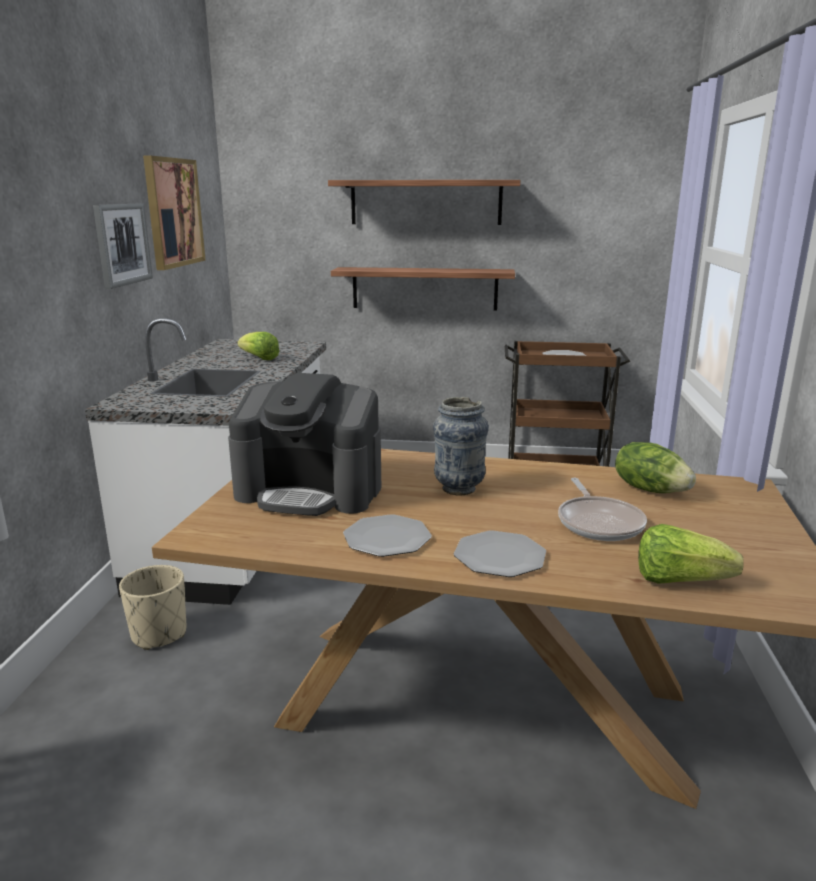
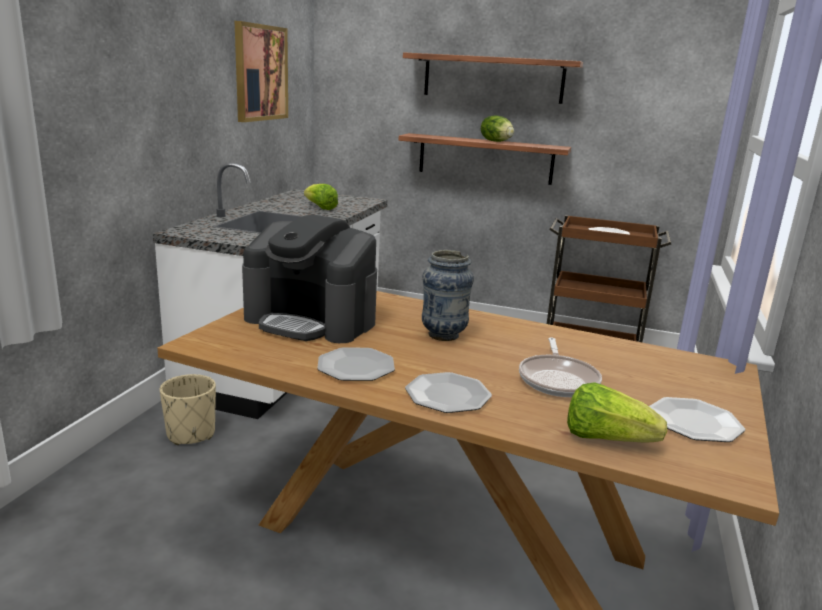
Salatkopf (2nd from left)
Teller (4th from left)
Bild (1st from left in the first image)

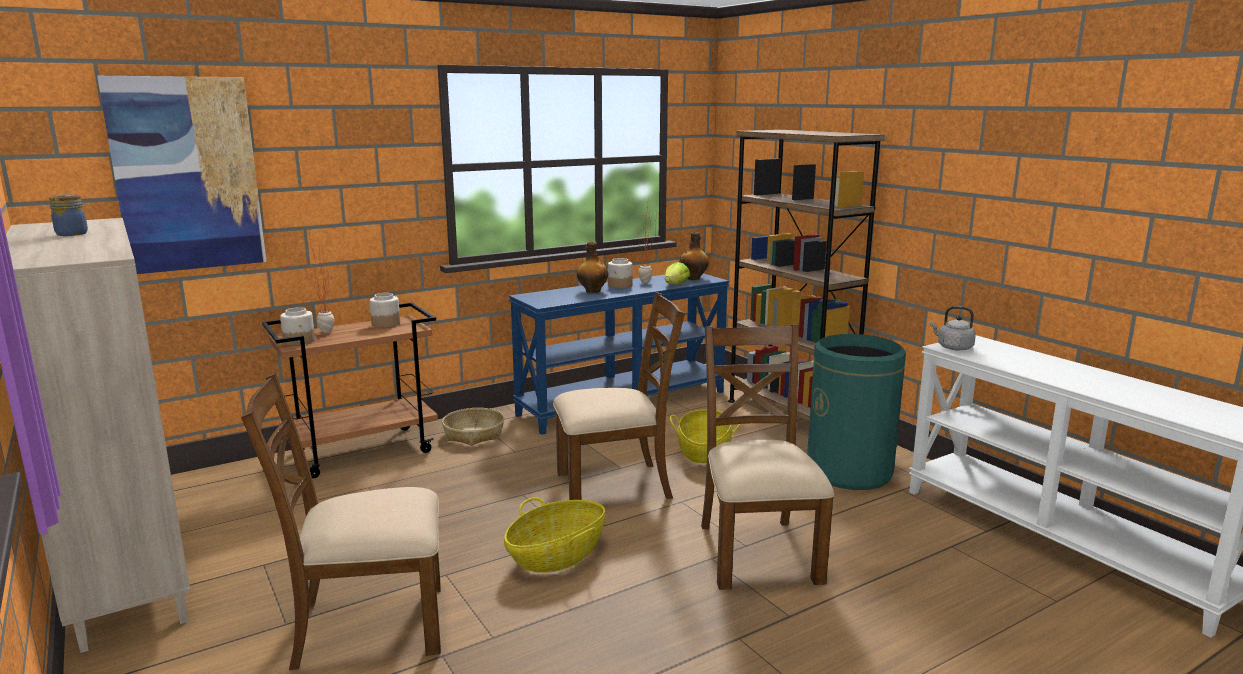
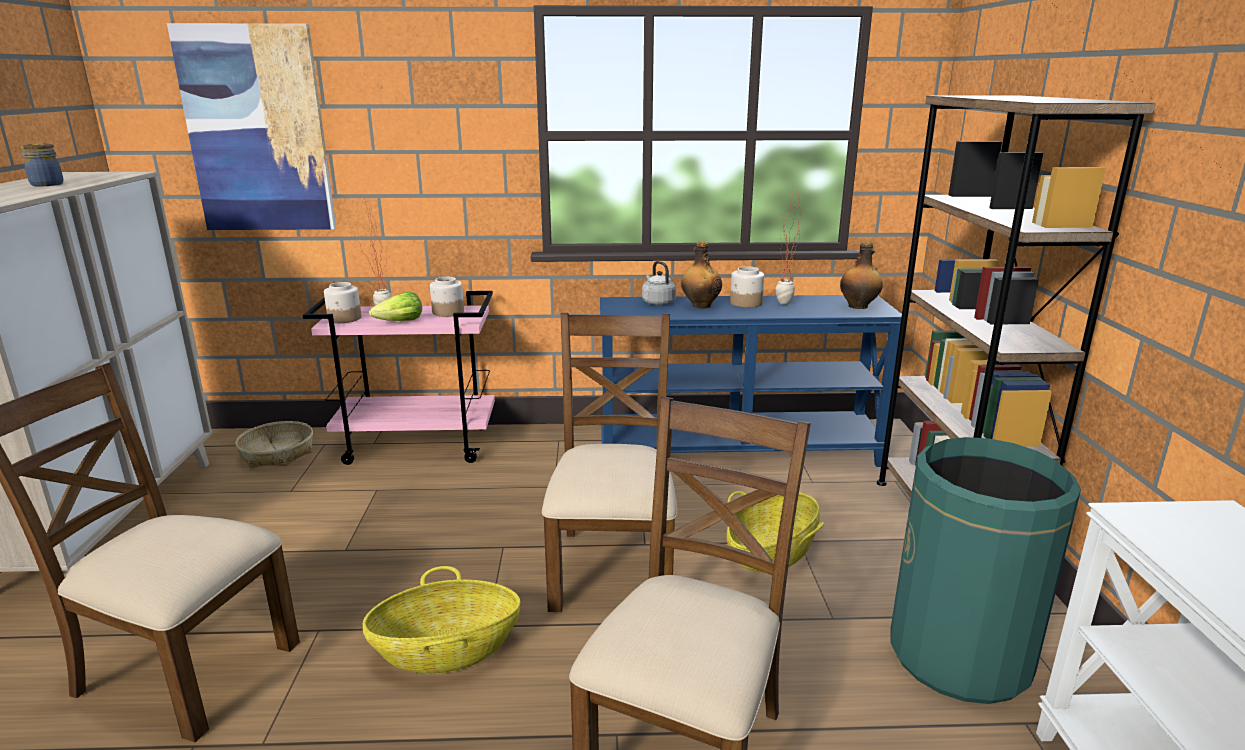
Korb (1st from left)
Rollwagen/rosa
Salatkopf
Stuhl/braun (2nd from left)
Wasserkessel/grau

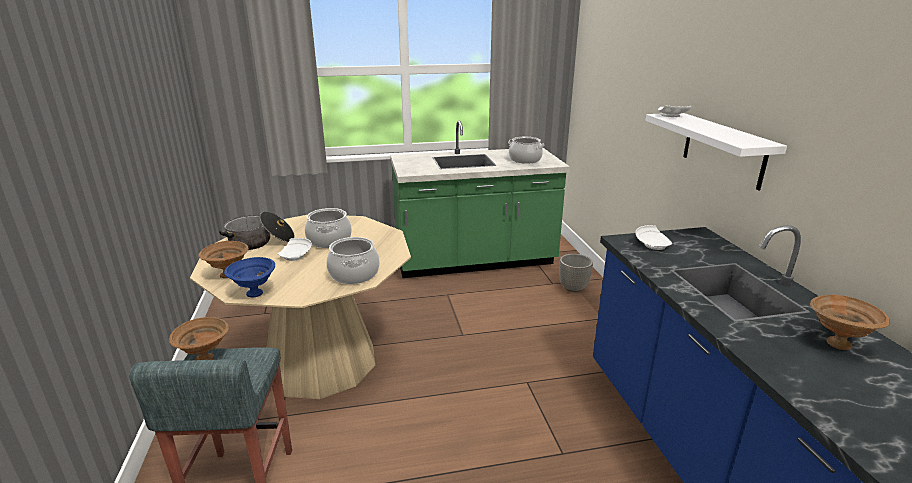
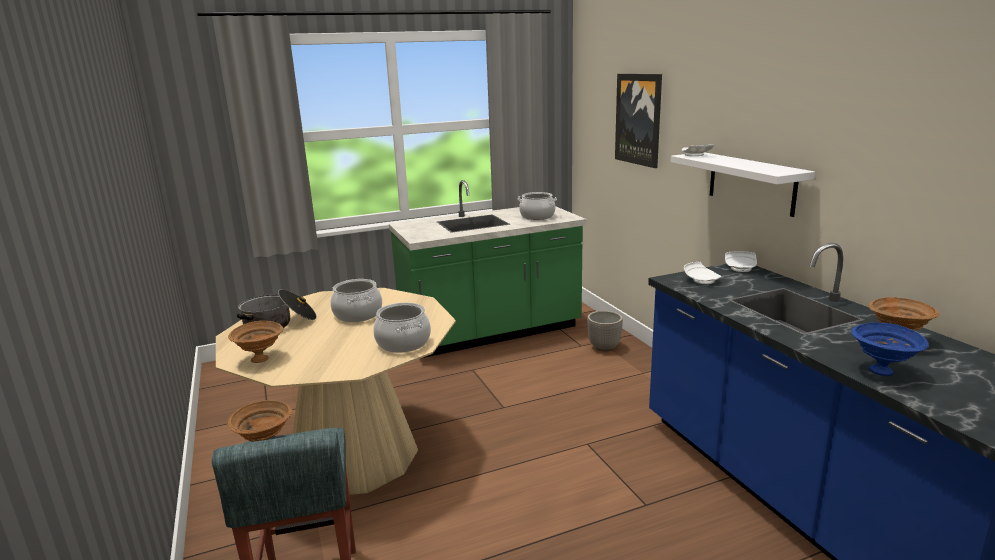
Bild
Teller/weiß (3rd from left)
Schüssel/blau

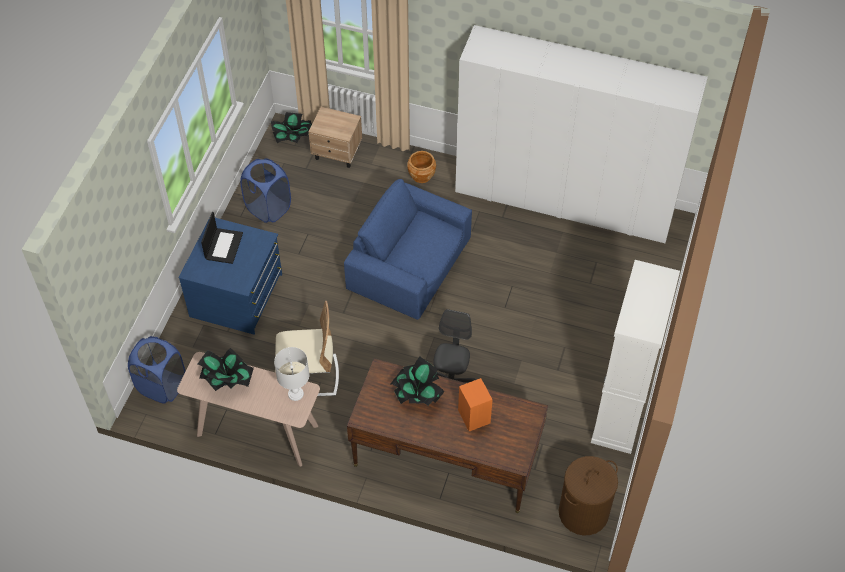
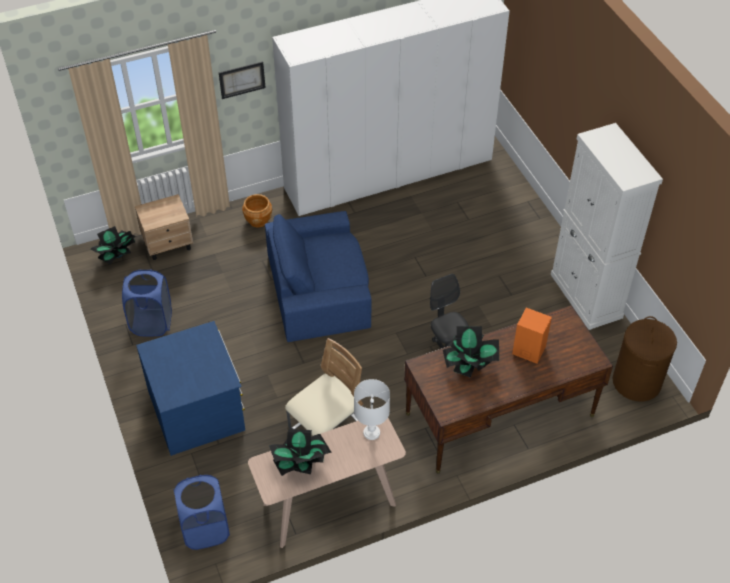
Bild
Laptop

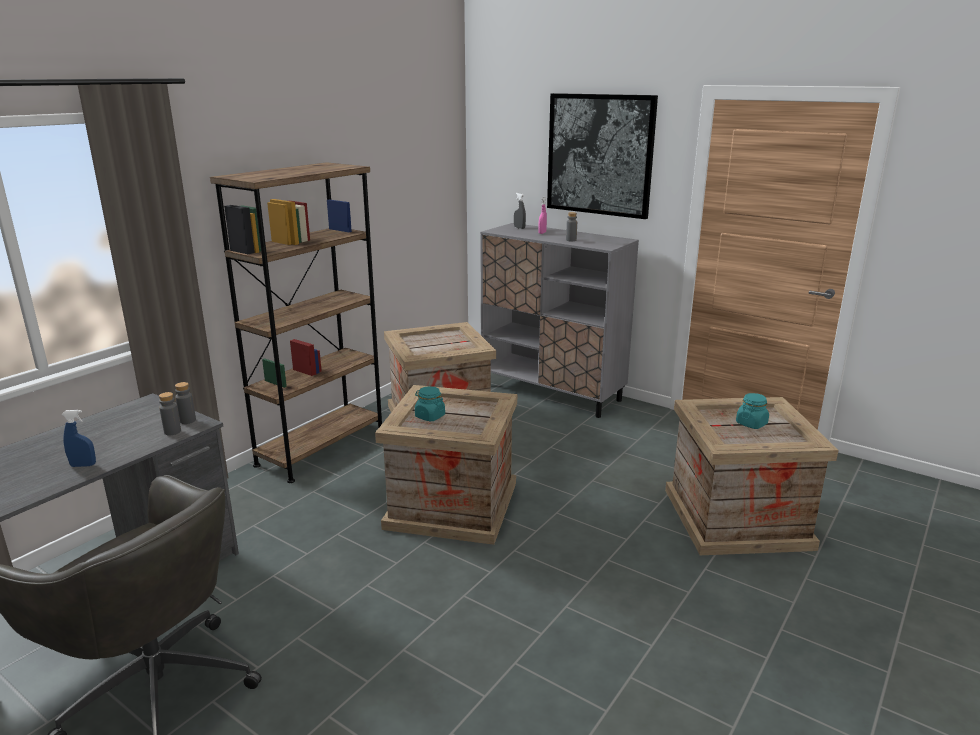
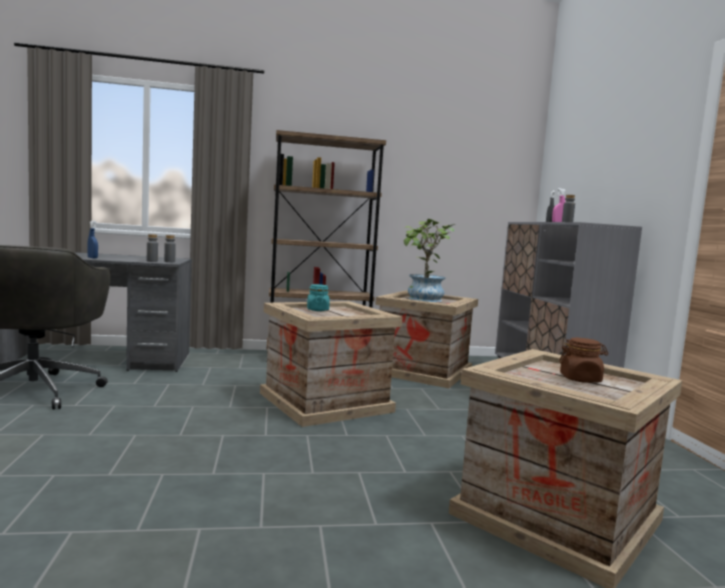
Topfpflanze
Vorratsglas/braun
Bild

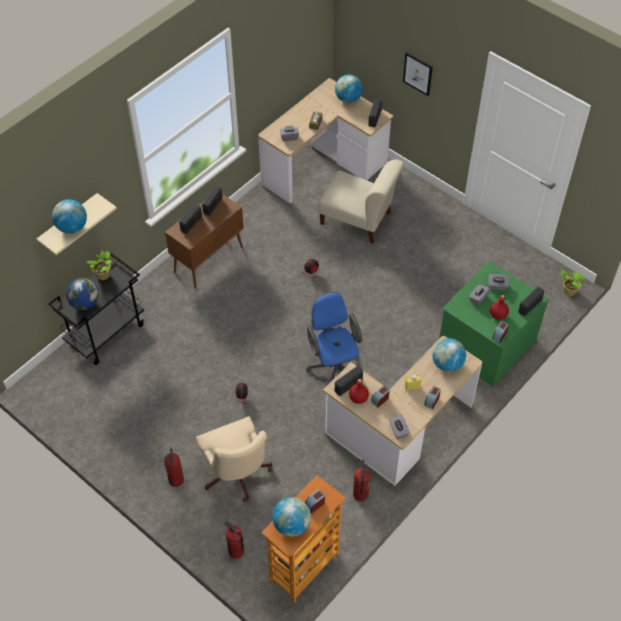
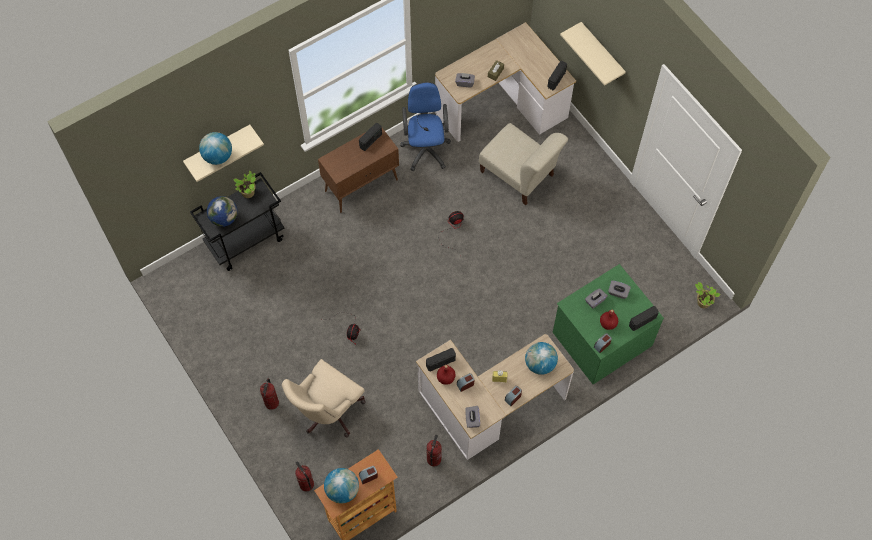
Bürostuhl/beige
Bürostuhl/blau
Wandregal/beige (2nd from left)
Radio (1st from left in the first image)
Globus (4th from left in the first image)

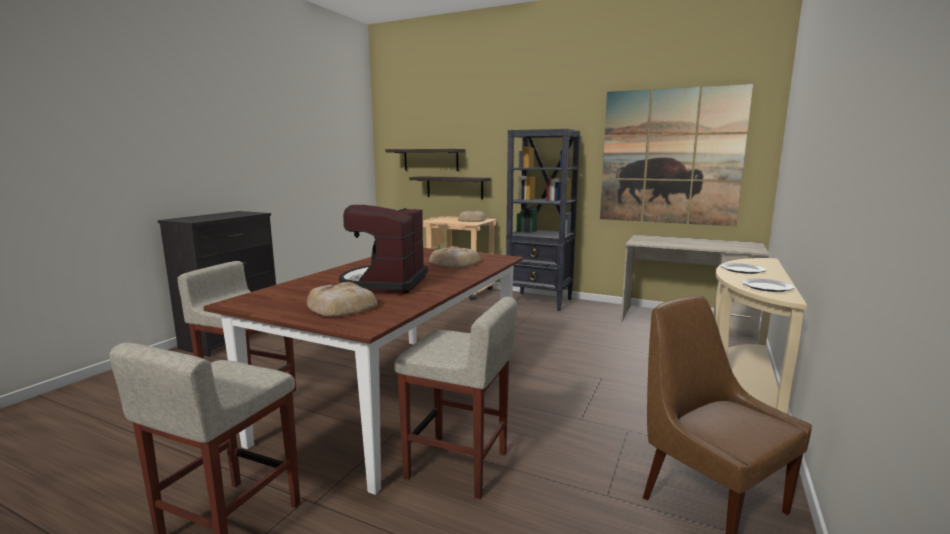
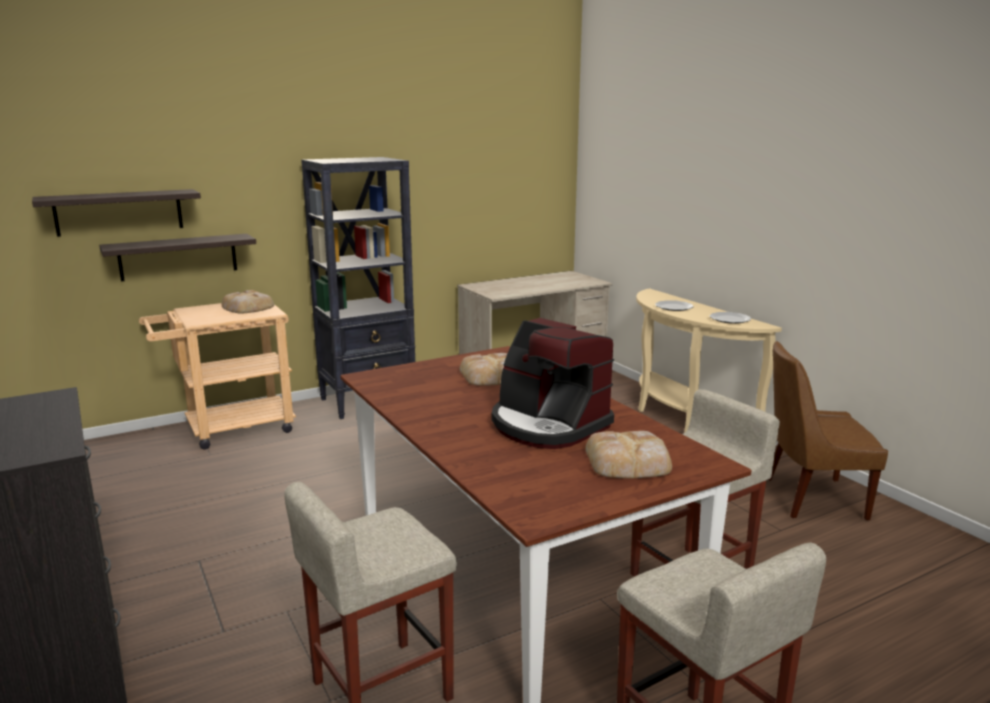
Bild

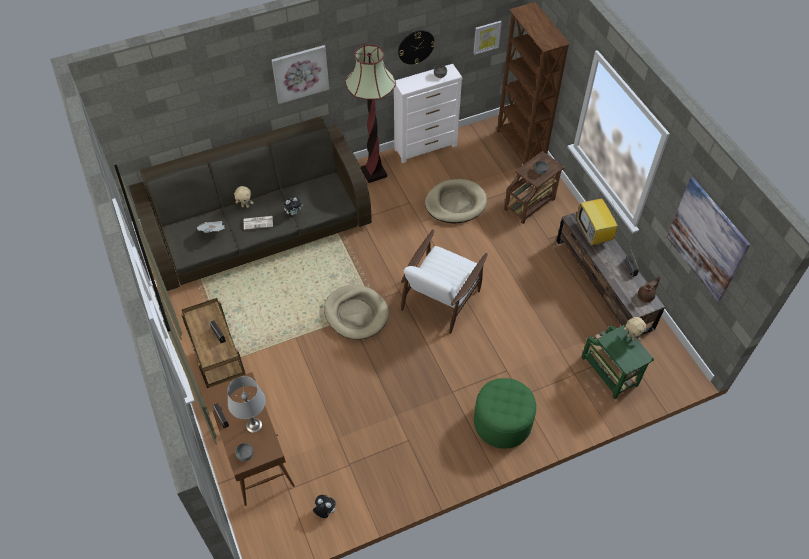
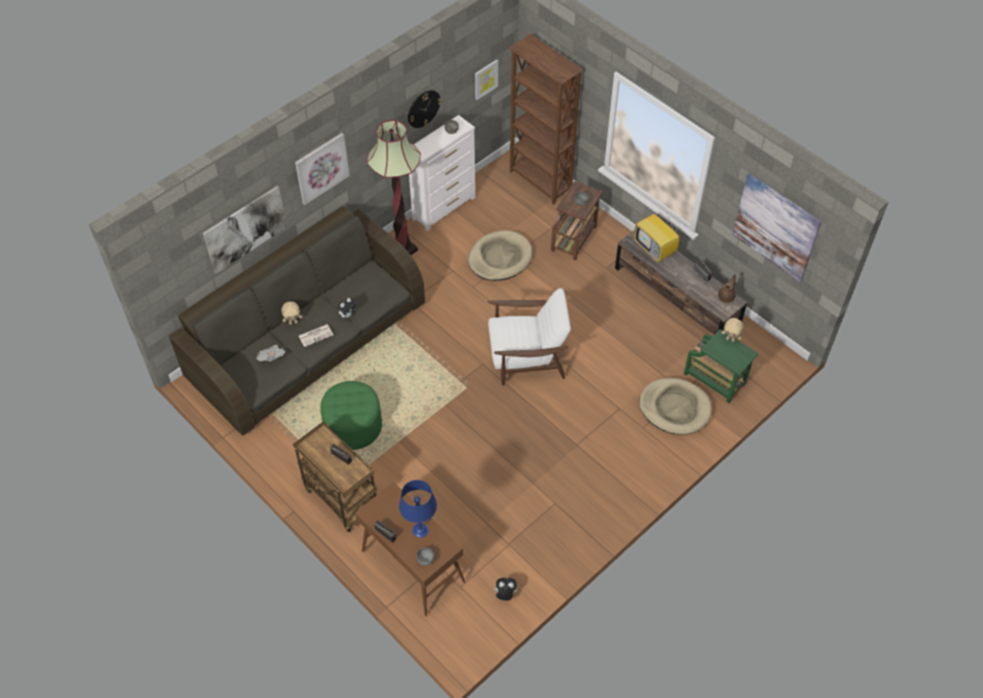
Bild (1st from left)
Polsterhocker/grün
Tischlampe/blau
Sessel/weiß
Hundebett/beige (2nd from left)

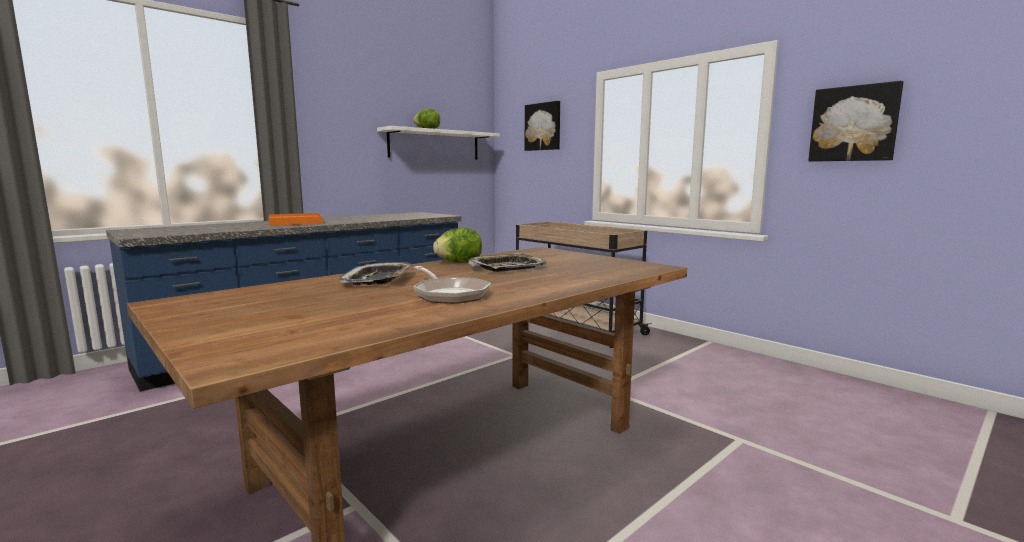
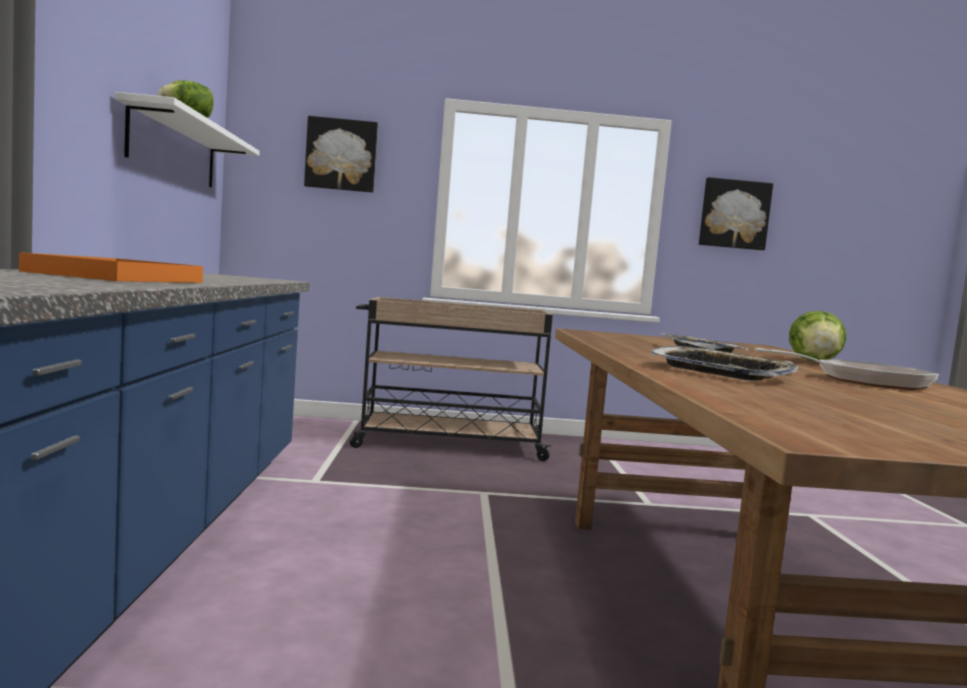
Salatkopf (2nd from left)

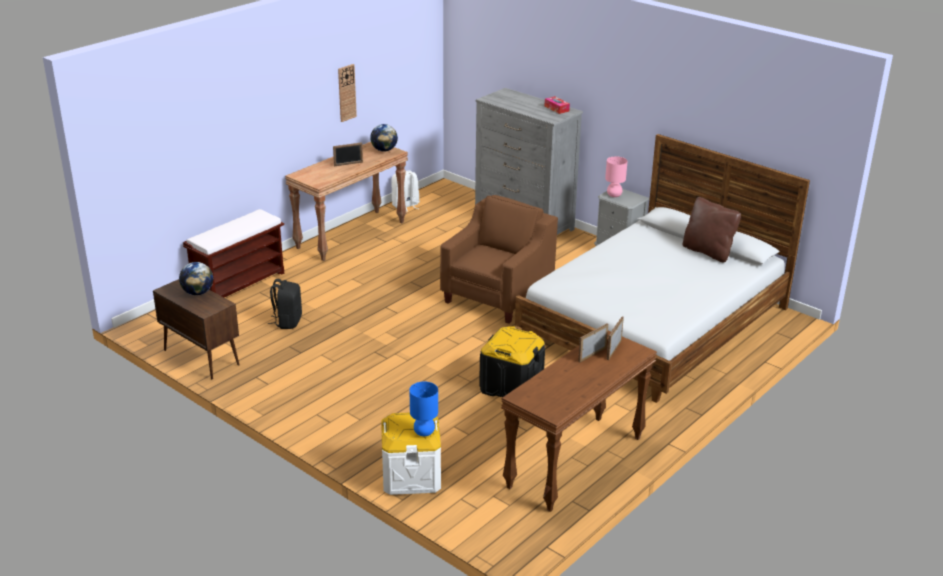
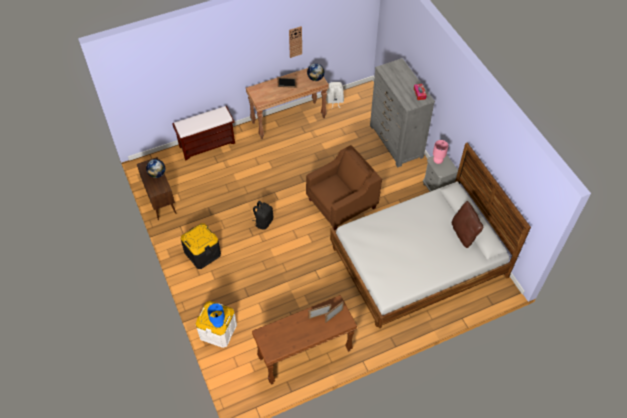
Aufbewahrungsbox/schwarz
Rucksack/schwarz

